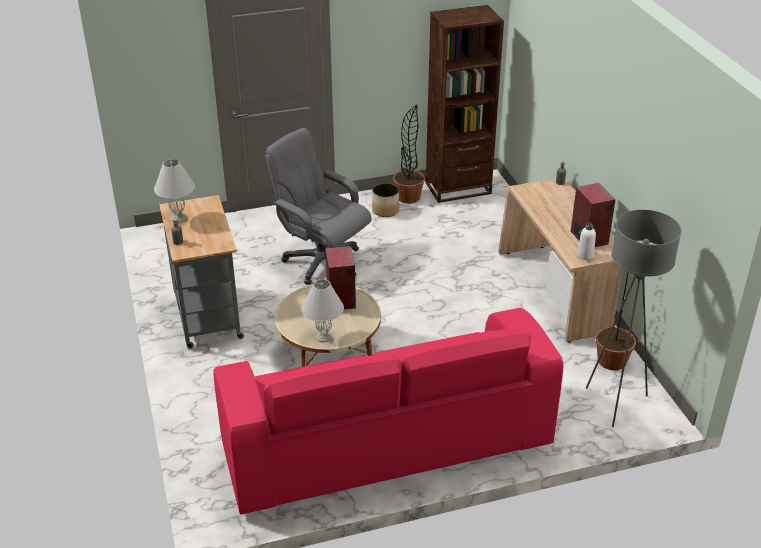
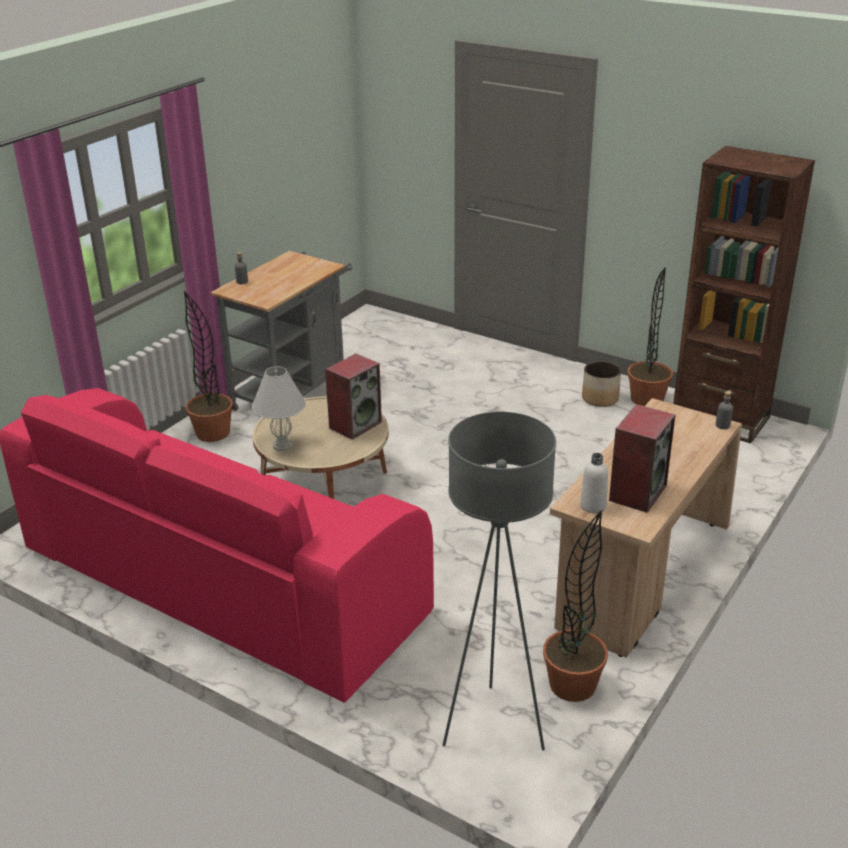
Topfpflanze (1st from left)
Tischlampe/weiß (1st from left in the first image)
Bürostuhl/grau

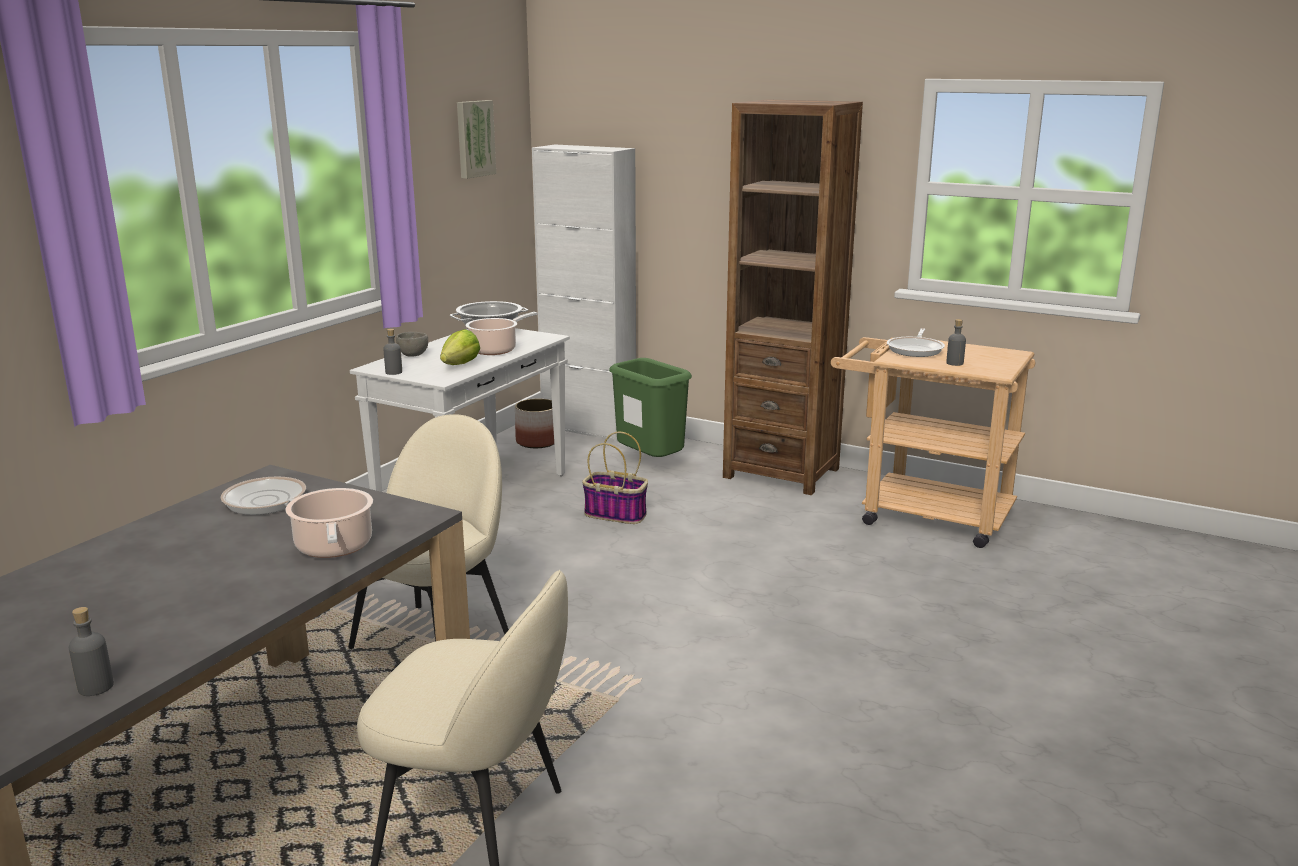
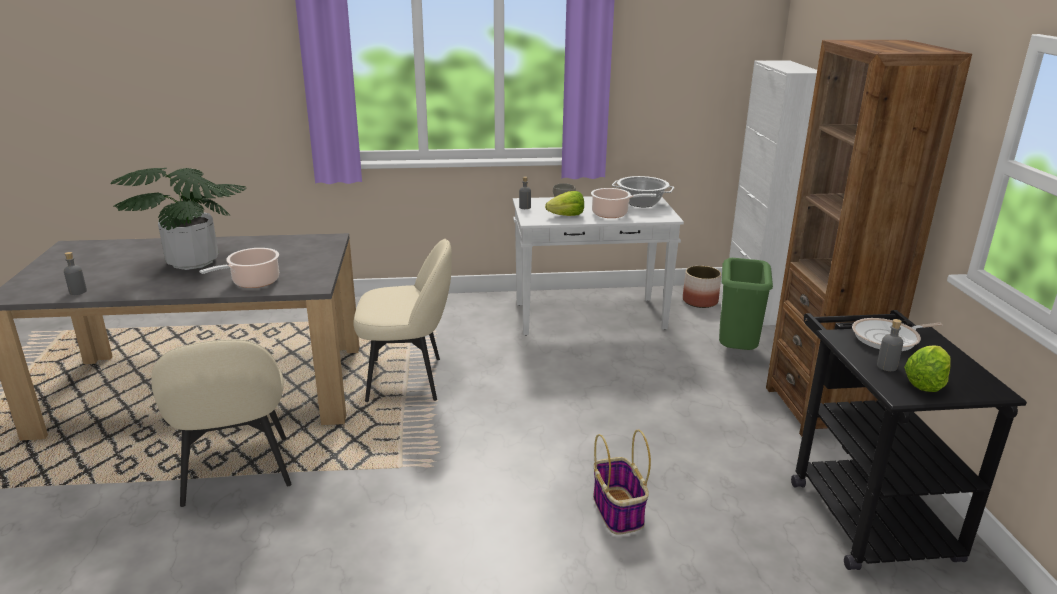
Topfpflanze
Korb
Rollwagen/schwarz
Salatkopf (2nd from left)
Pfanne (1st from left in the first image)
Bild

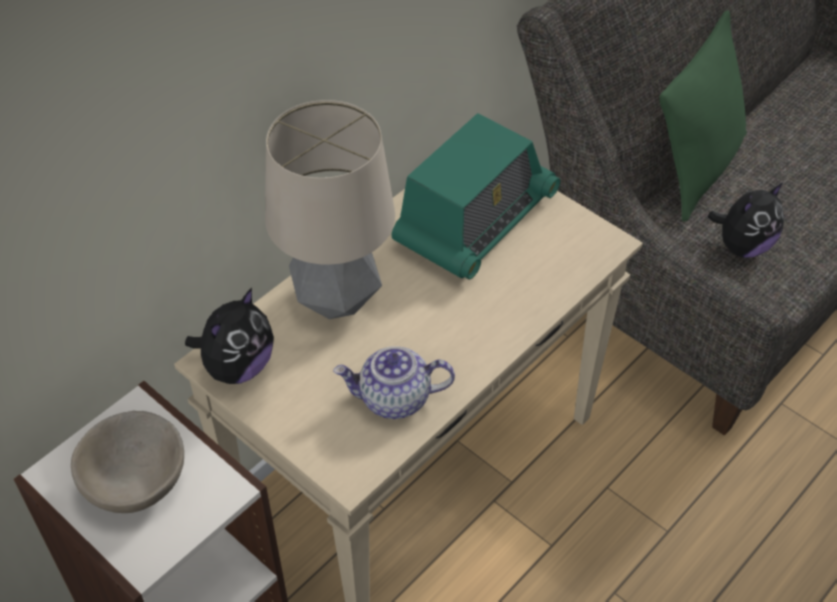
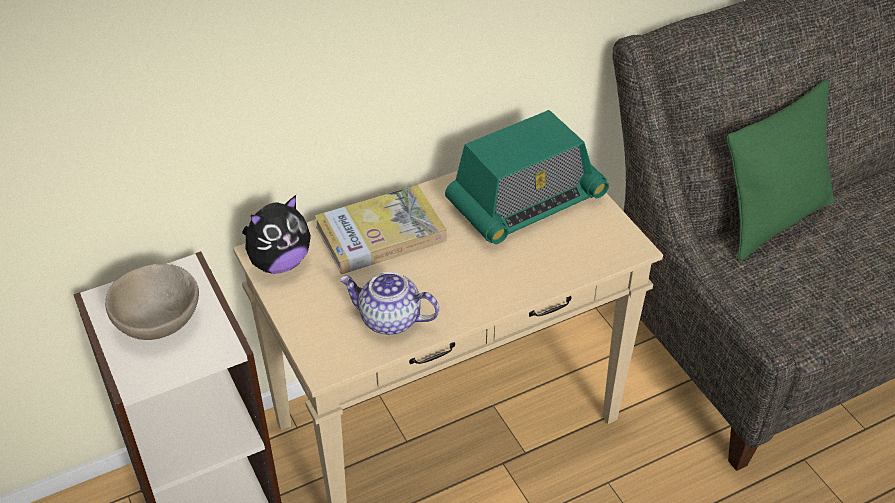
Buch
Plüschtier (2nd from left in the first image)

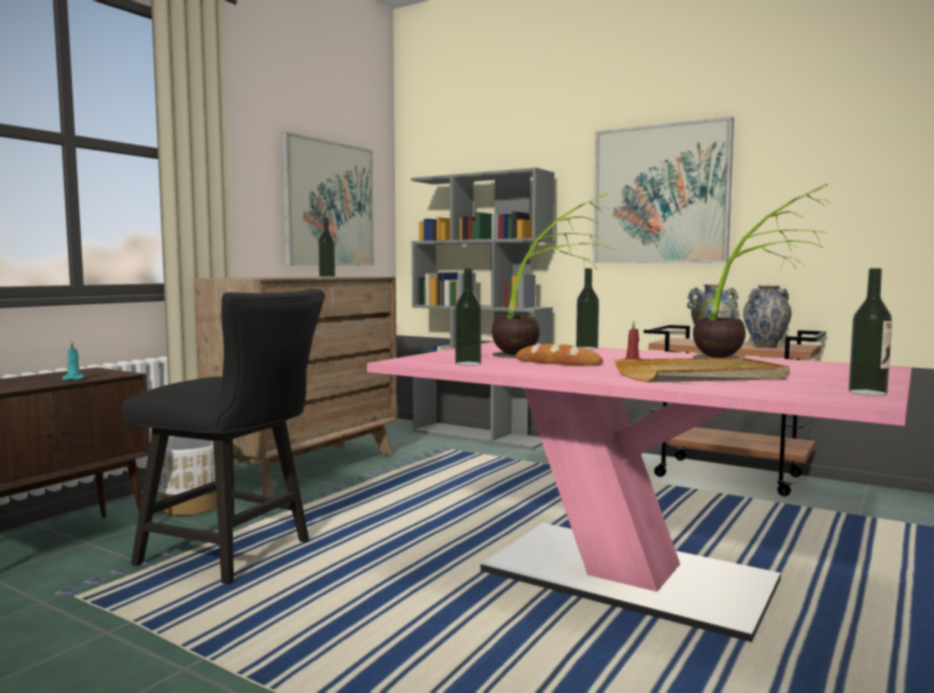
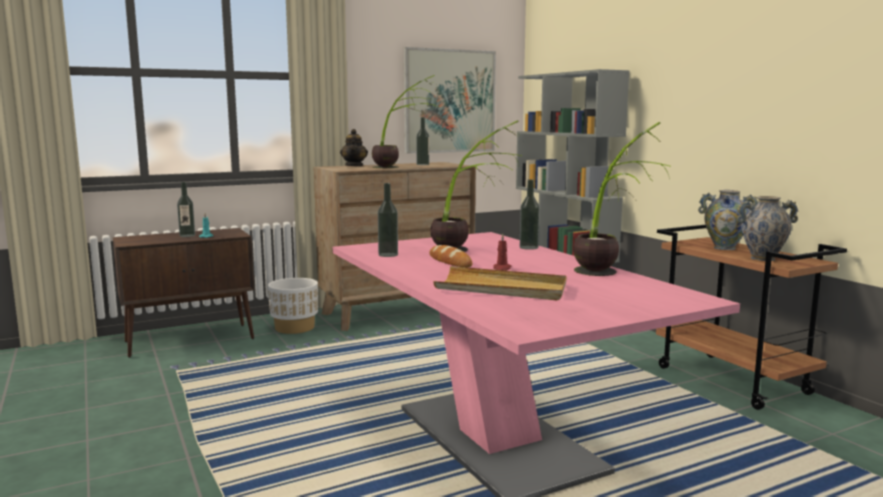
Flasche (1st from left)
Teekanne
Topfpflanze (1st from left)
Stuhl/schwarz
Bild (2nd from left in the first image)

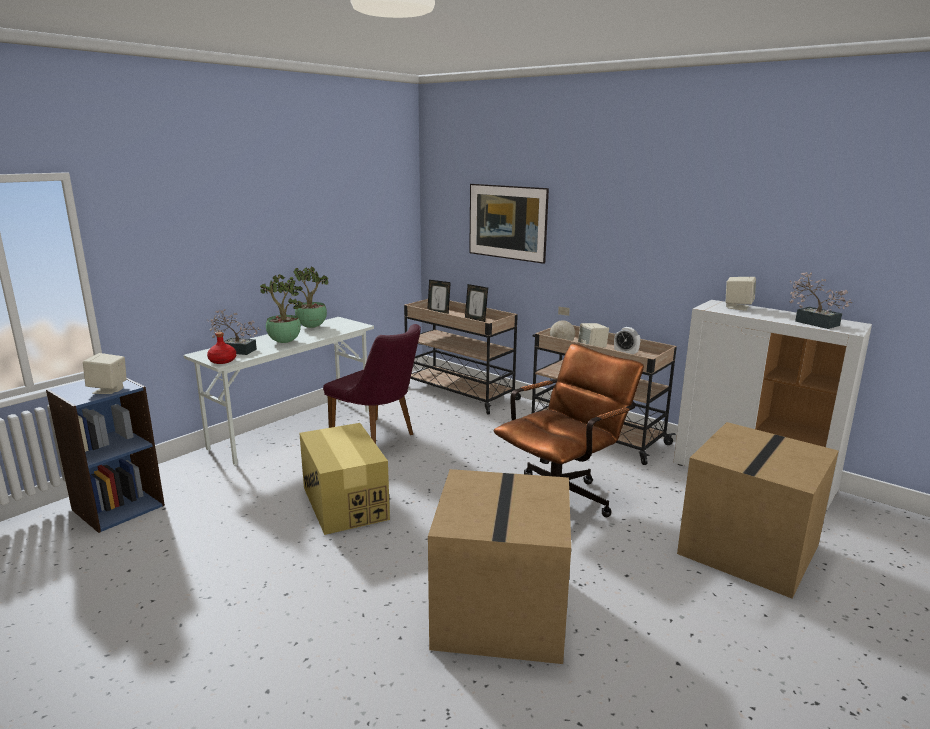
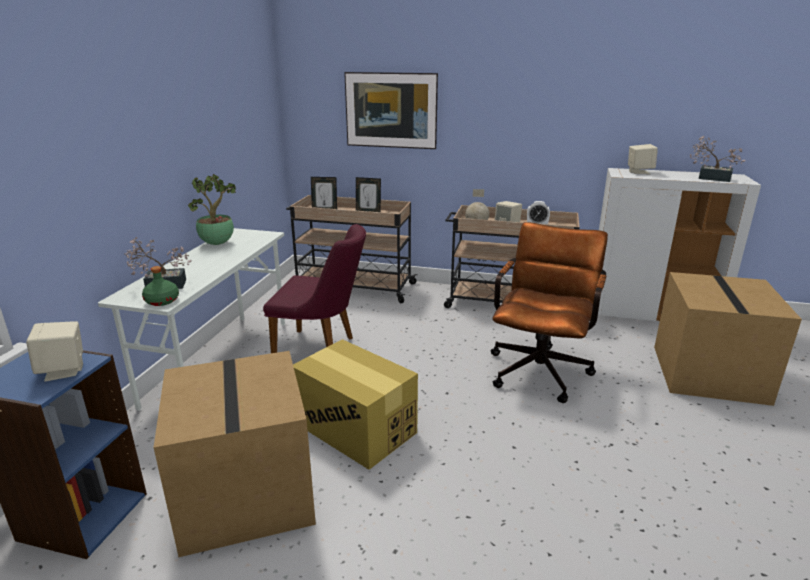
Flasche/grün
Karton (1st from left)
Topfpflanze (2nd from left in the first image)

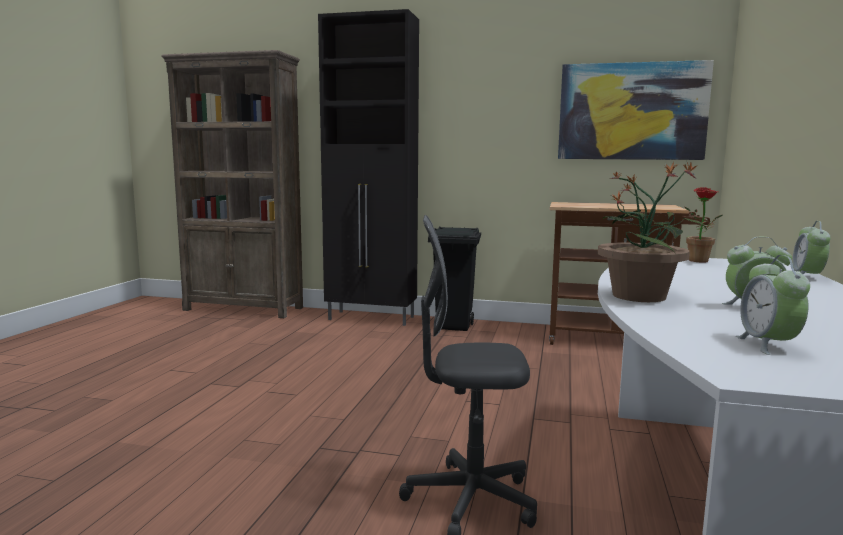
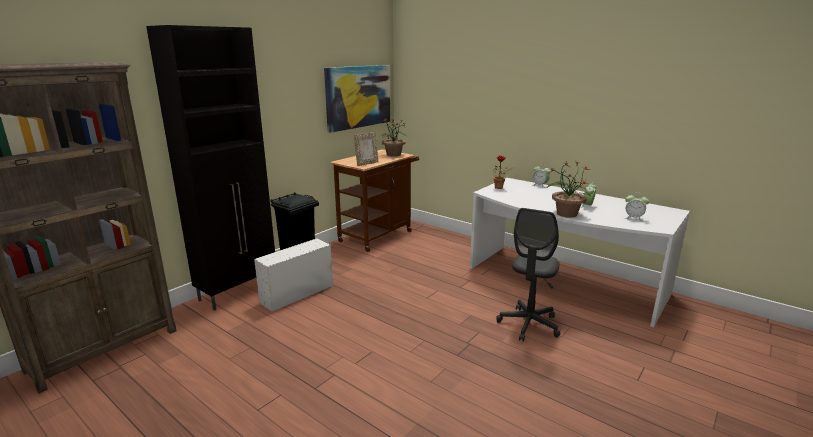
Aufbewahrungsbox/weiß
Bilderrahmen
Topfpflanze (1st from left)

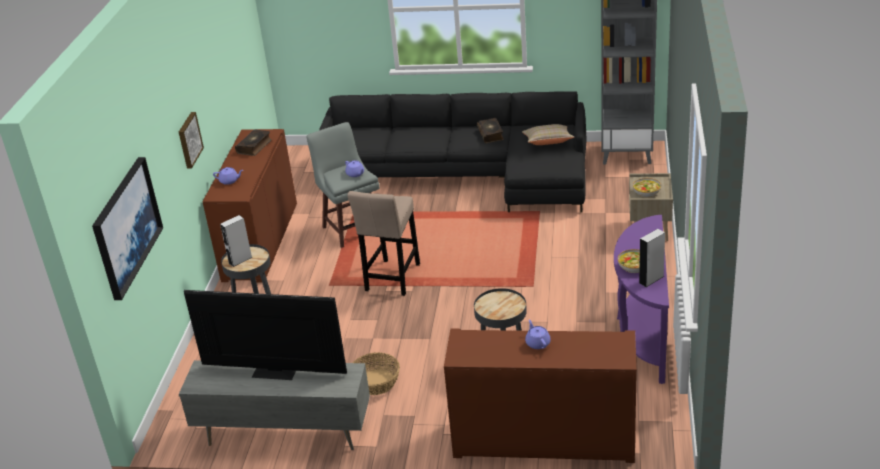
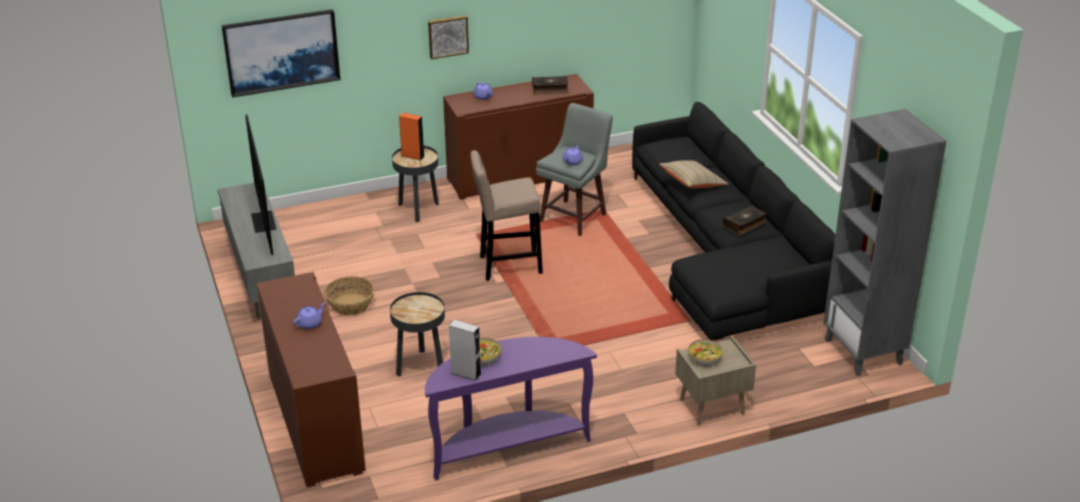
Lautsprecher/orange
Kissen/beige

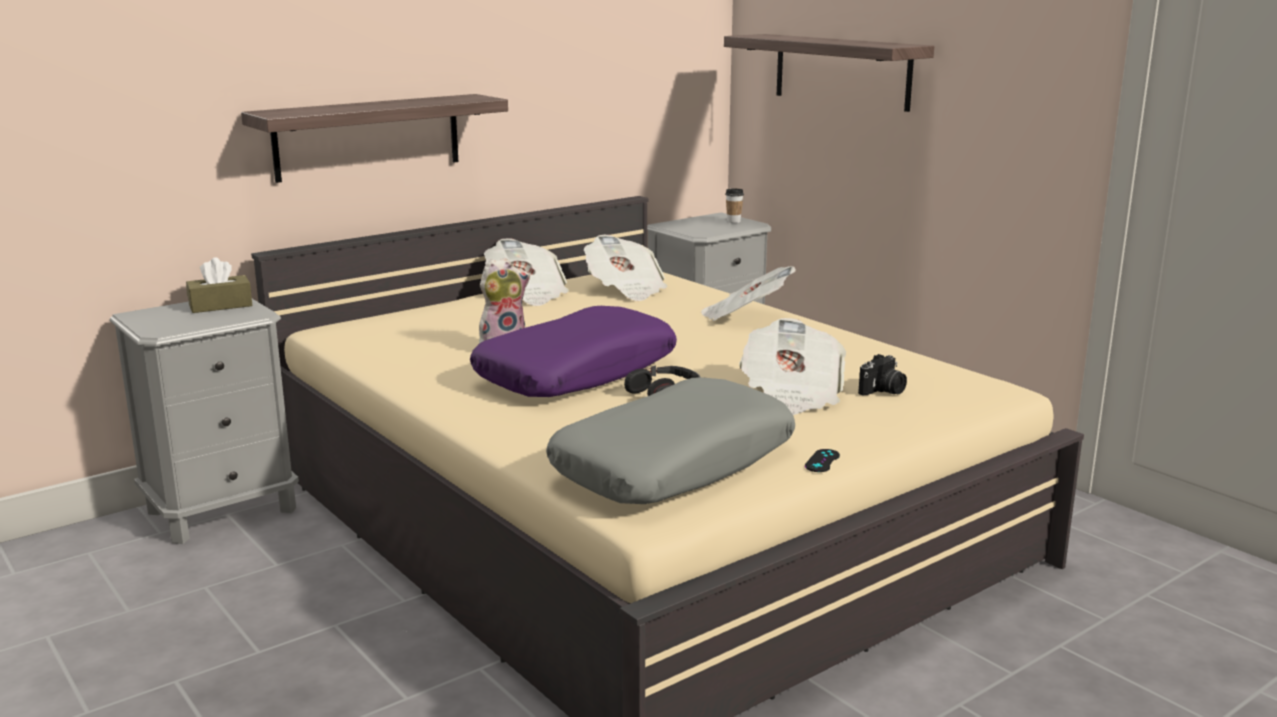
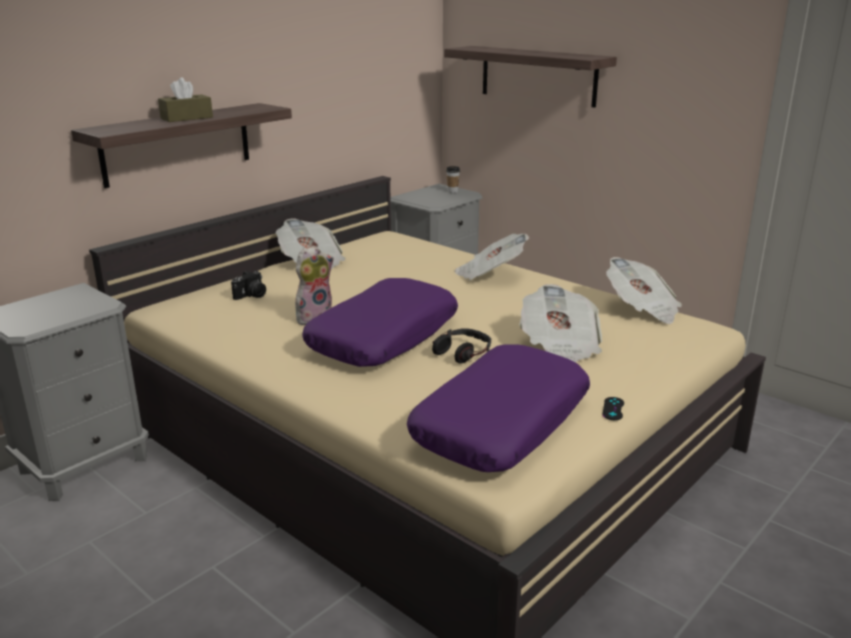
Taschentuchbox/braun
Kamera
Kissen/lila (2nd from left)
Zeitung (4th from left)

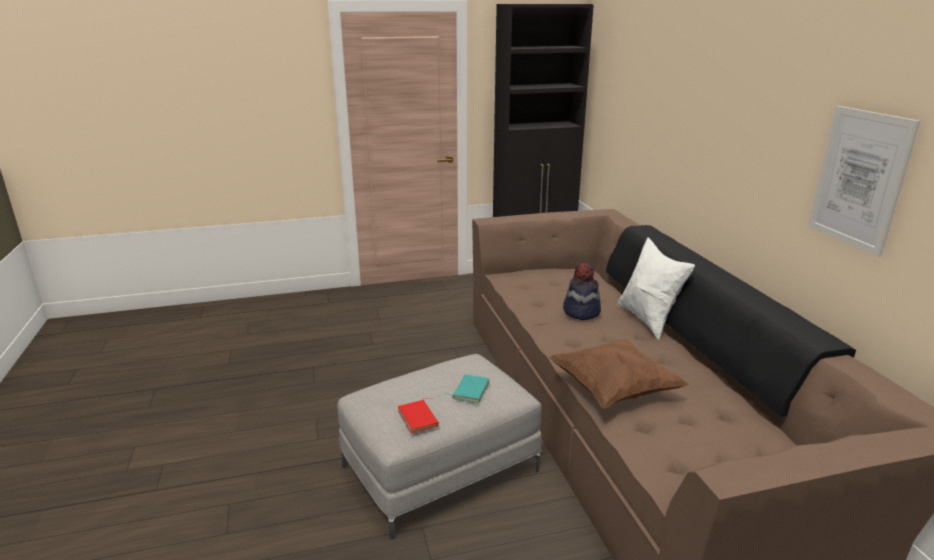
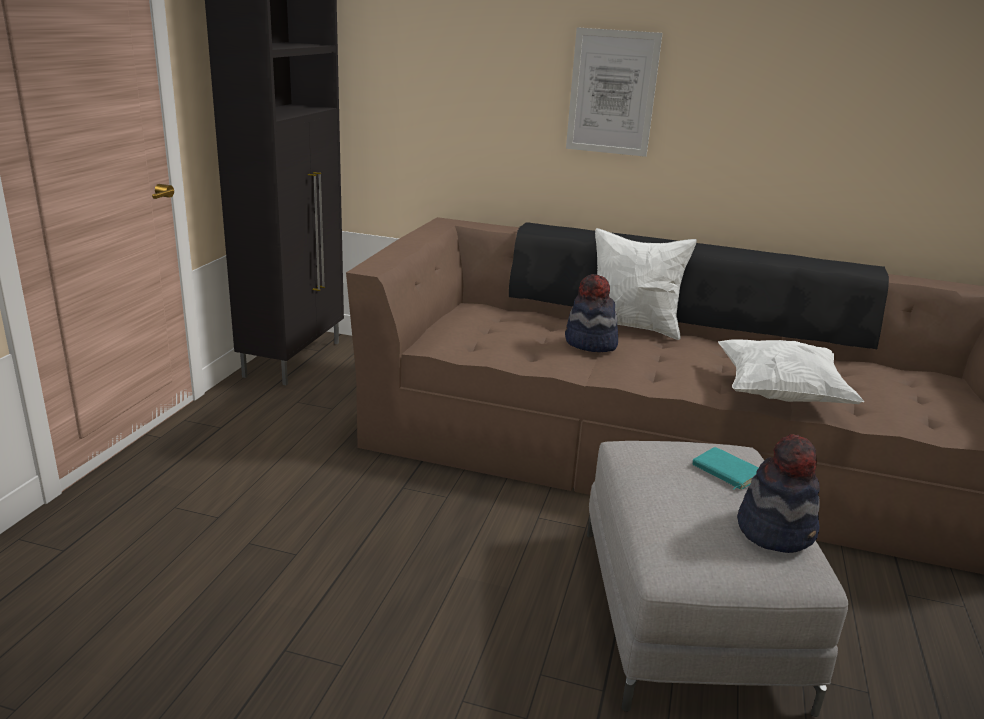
Bild
Kissen/weiß (2nd from left)
Hut (2nd from left)

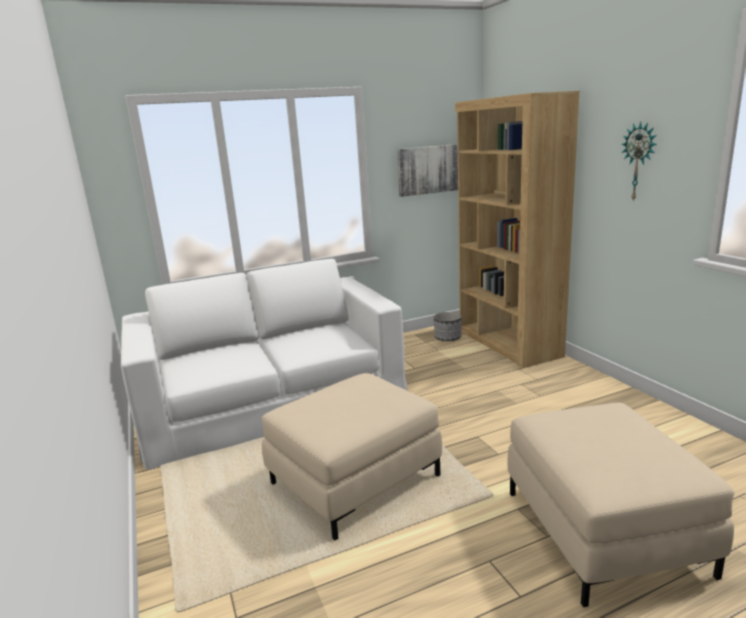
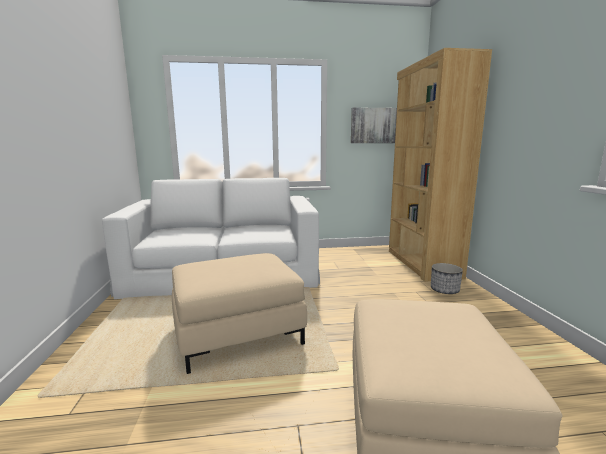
Pflanzkübel
Wanduhr

